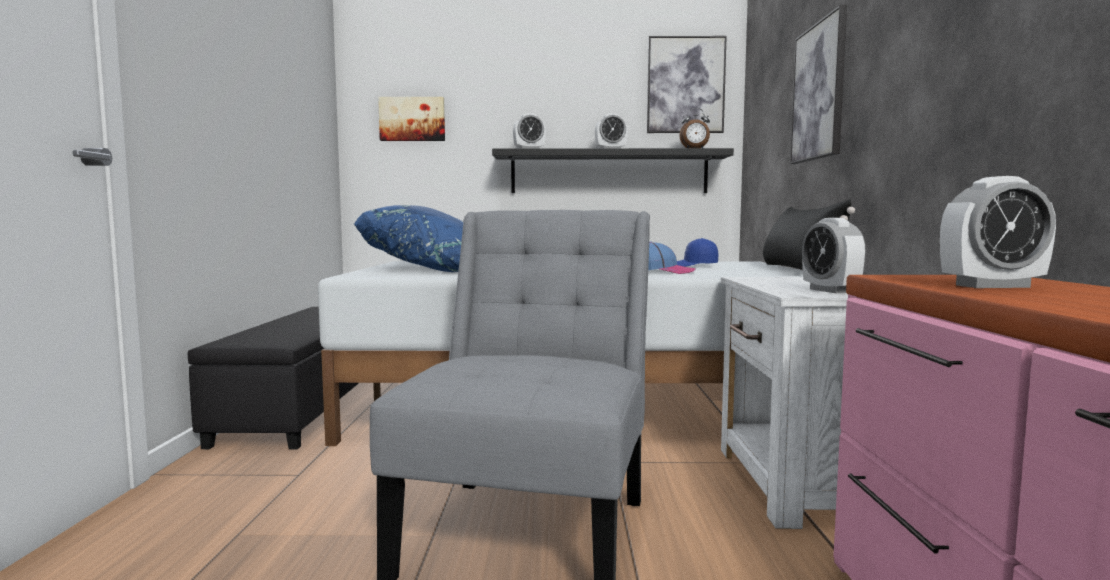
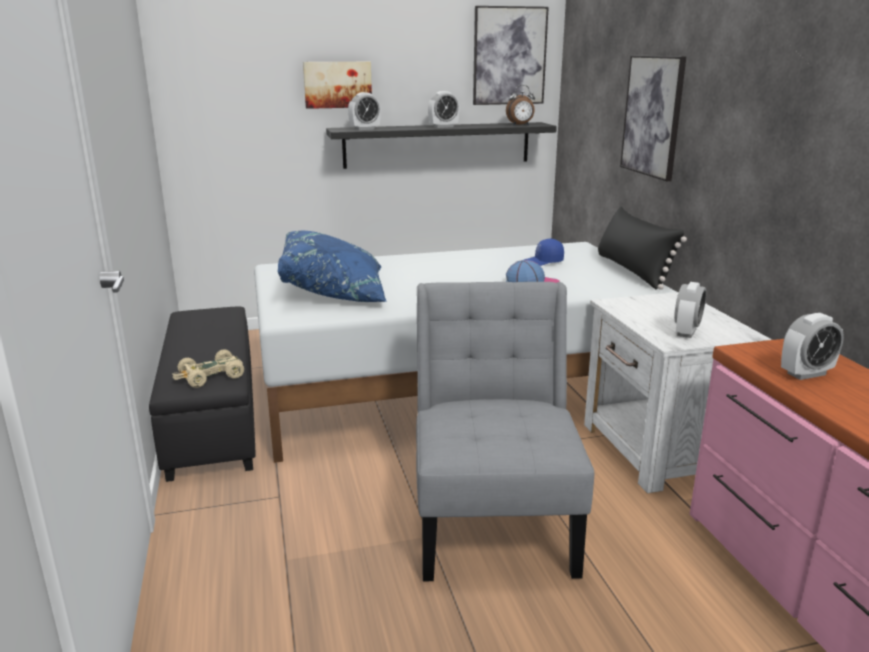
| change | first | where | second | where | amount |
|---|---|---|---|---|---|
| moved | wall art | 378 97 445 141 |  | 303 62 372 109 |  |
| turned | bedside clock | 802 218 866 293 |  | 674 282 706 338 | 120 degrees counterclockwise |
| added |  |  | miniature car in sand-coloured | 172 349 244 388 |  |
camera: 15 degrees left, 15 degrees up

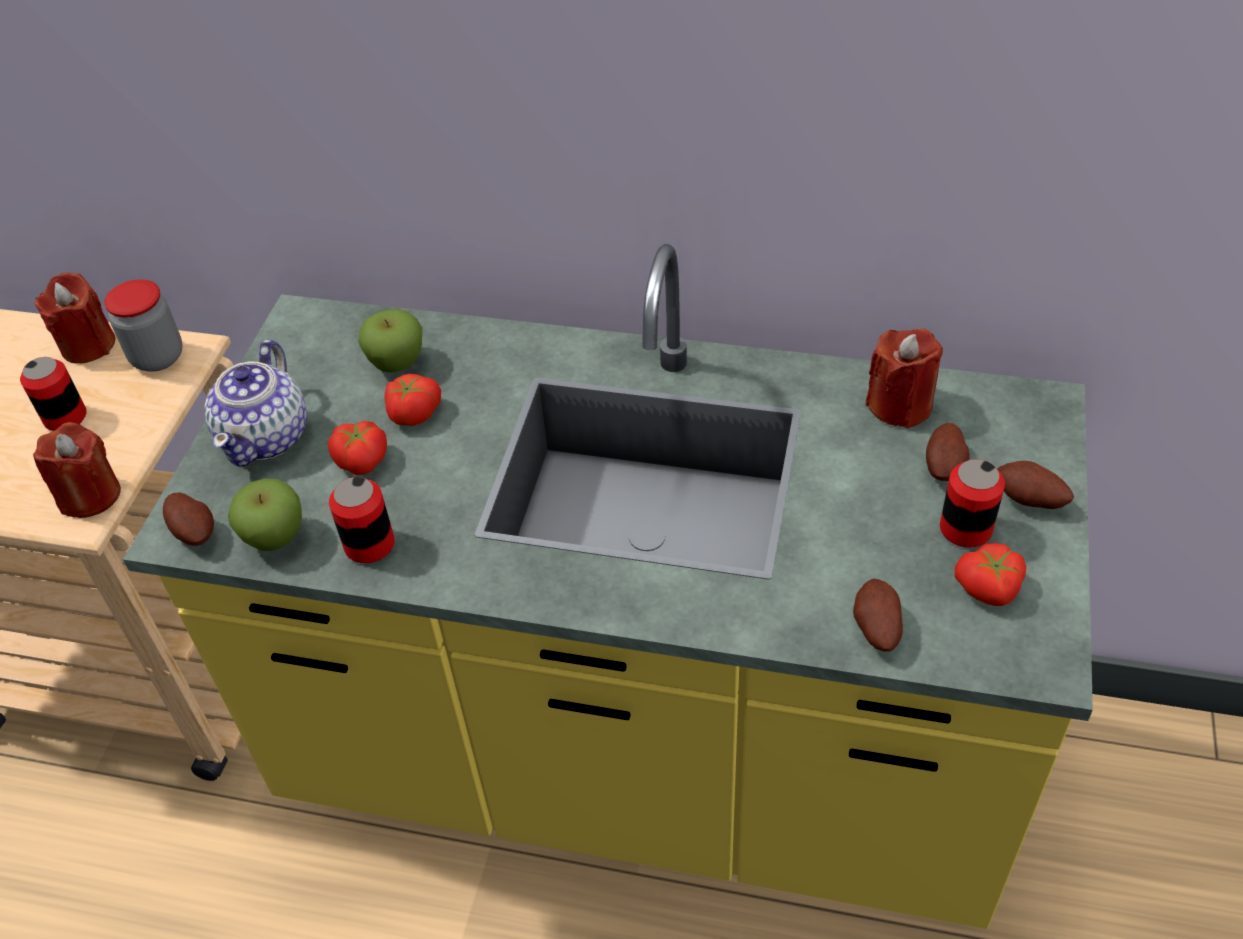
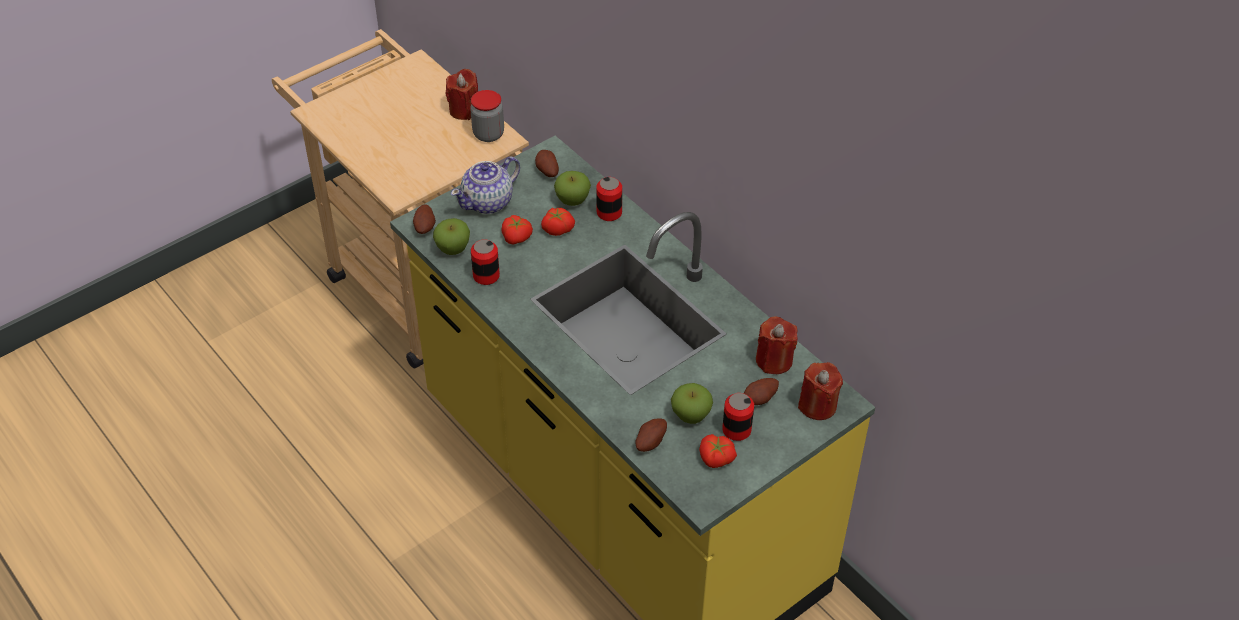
| change | first | where | second | where | amount |
|---|---|---|---|---|---|
| moved | sealed can | 20 357 87 431 |  | 596 177 622 221 |  |
| moved | candle in reddish | 33 422 121 518 |  | 798 362 843 420 |  |
| moved | whole potato | 997 461 1074 509 |  | 535 150 559 177 |  |
| added |  |  | apple | 671 383 713 424 |  |
camera: 35 degrees right, 0 degrees up

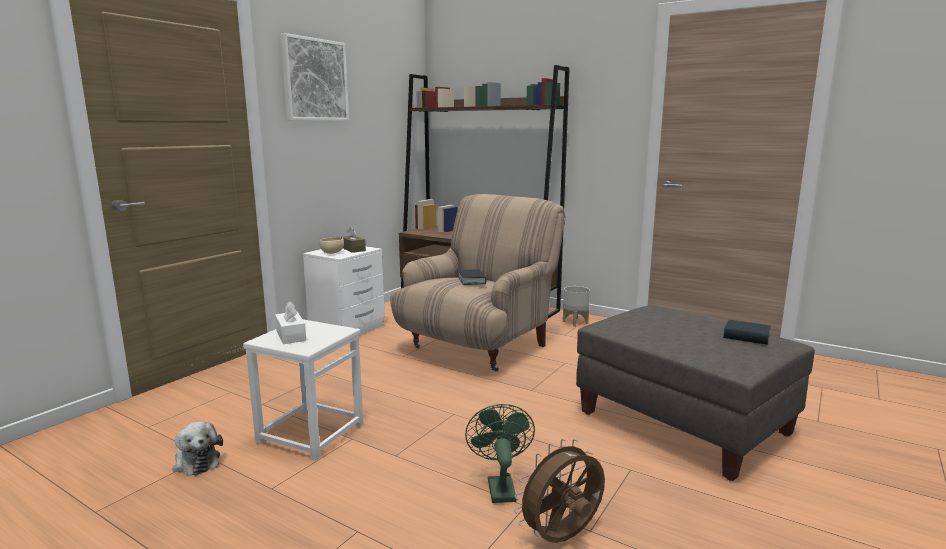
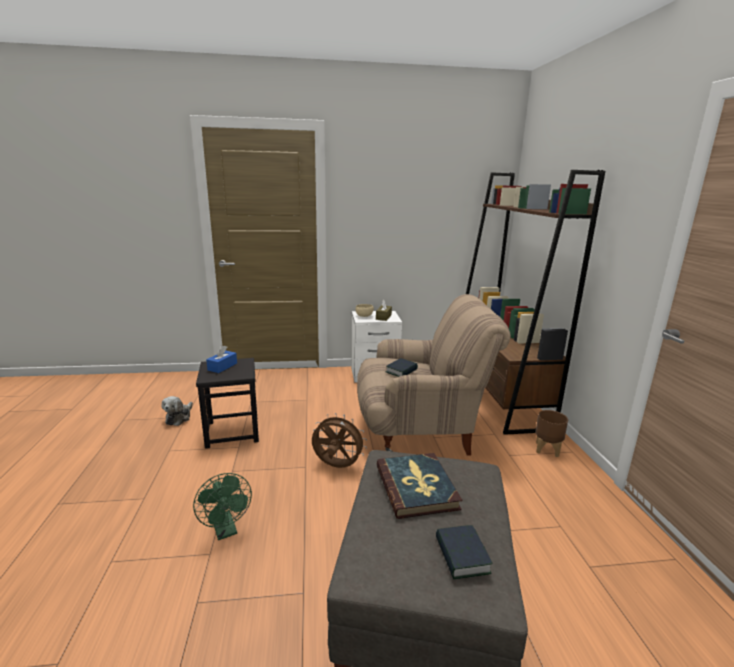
| change | first | where | second | where | amount |
|---|---|---|---|---|---|
| recoloured | stool seat in white-coloured | 243 319 363 461 | stool seat in blackish | 196 358 259 449 |  |
| recoloured | tissue box in white-coloured | 275 302 306 344 | tissue box in blue | 206 345 237 373 |  |
| removed | wall art | 280 33 349 121 |  |  |  |
| turned | cooling fan in green-coloured | 465 404 535 503 |  | 193 473 252 540 | 105 degrees clockwise |
| moved | cooling fan in brown-coloured | 514 439 605 543 |  | 312 413 367 468 |  |
| recoloured | flower pot in greyish | 563 286 590 327 | flower pot in brown-coloured | 535 410 568 457 |  |
| added |  |  | book | 376 453 462 519 |  |
camera: 50 degrees right, 5 degrees up

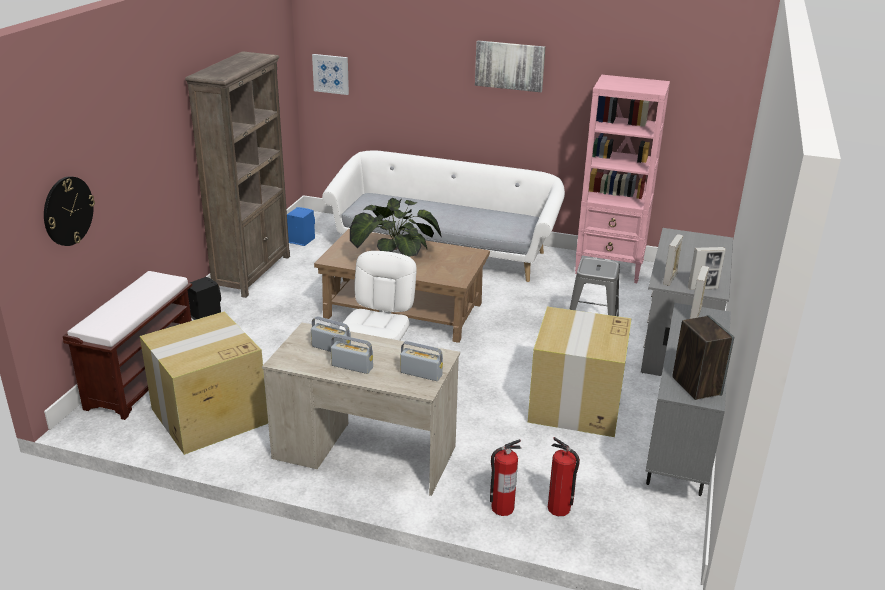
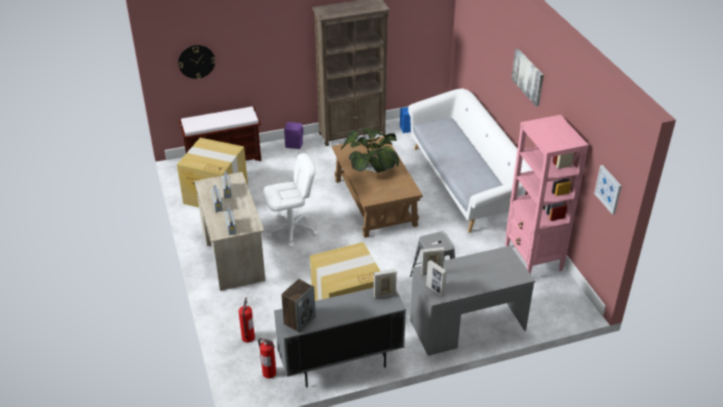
| change | first | where | second | where | amount |
|---|---|---|---|---|---|
| recoloured | audio speaker in blackish | 188 277 221 320 | audio speaker in purple-coloured | 284 122 303 149 |  |
| moved | wall art | 312 54 349 95 |  | 594 165 622 215 |  |
| moved | extinguisher | 490 439 521 516 |  | 258 338 276 379 |  |
camera: 55 degrees right, 10 degrees up

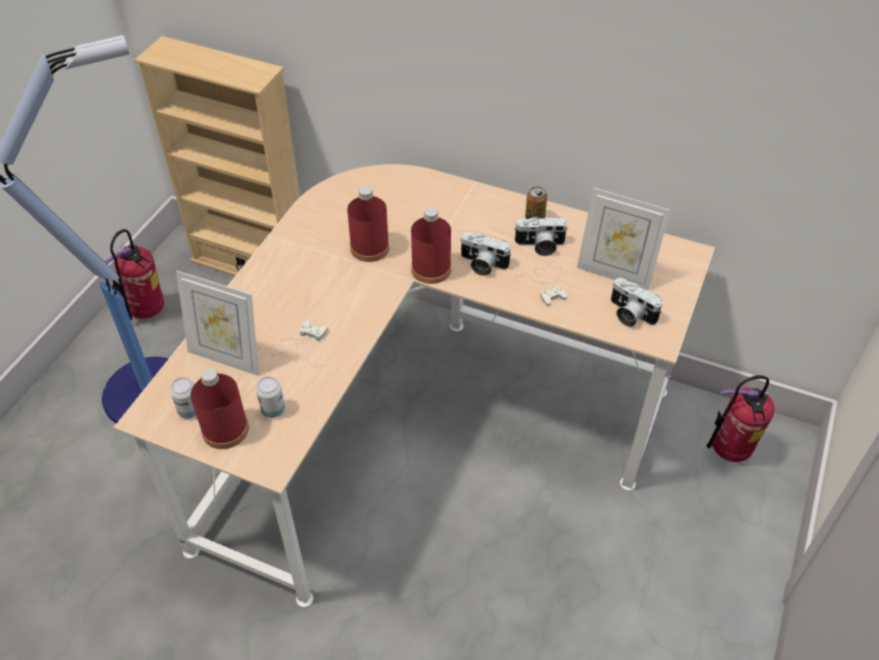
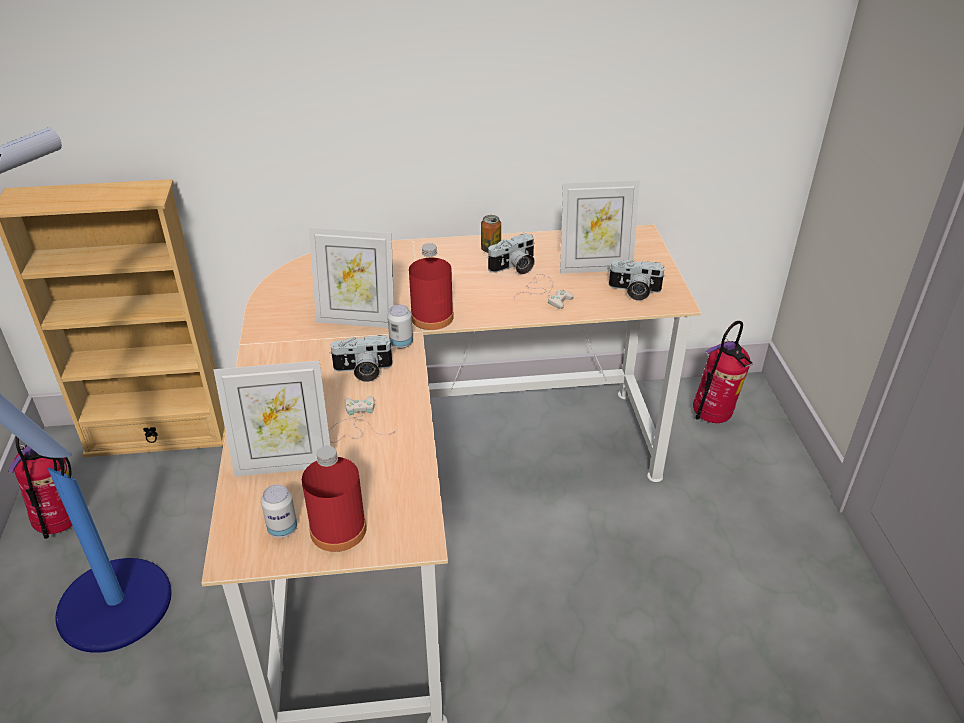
| change | first | where | second | where | amount |
|---|---|---|---|---|---|
| moved | sealed can | 256 377 285 418 |  | 387 305 413 348 |  |
| replaced | drink bottle in reddish | 347 186 389 262 | standing frame | 309 227 394 328 |  |
| moved | photo camera | 460 232 512 276 |  | 329 335 394 382 |  |
camera: 30 degrees left, 10 degrees down

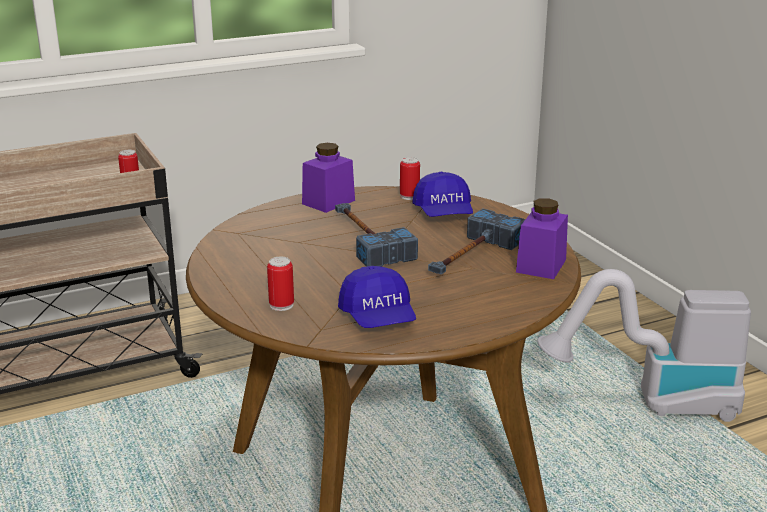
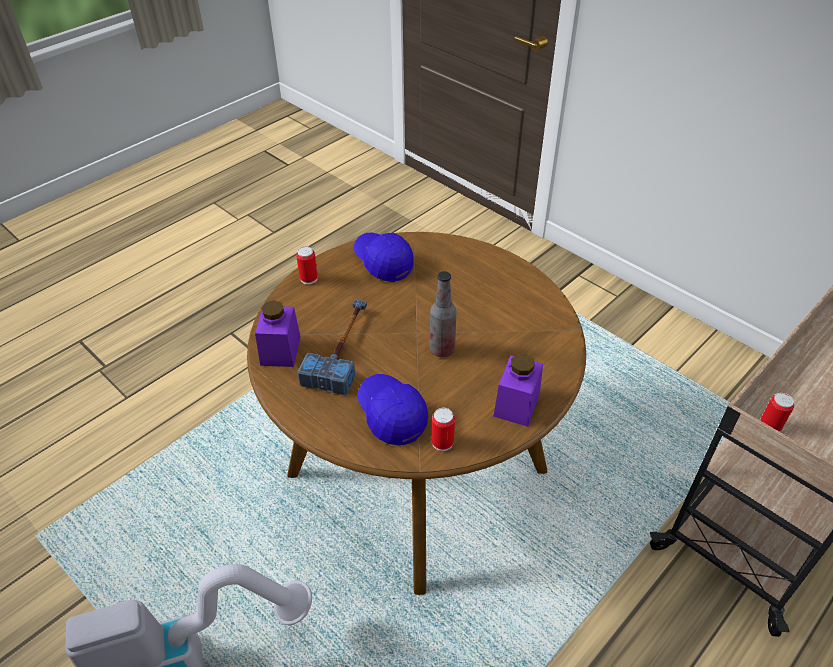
| change | first | where | second | where | amount |
|---|---|---|---|---|---|
| moved | sealed can | 267 257 294 311 |  | 296 246 318 285 |  |
| replaced | hammer | 335 203 418 267 | drink bottle | 430 271 456 357 |  |
camera: 160 degrees right, 20 degrees up

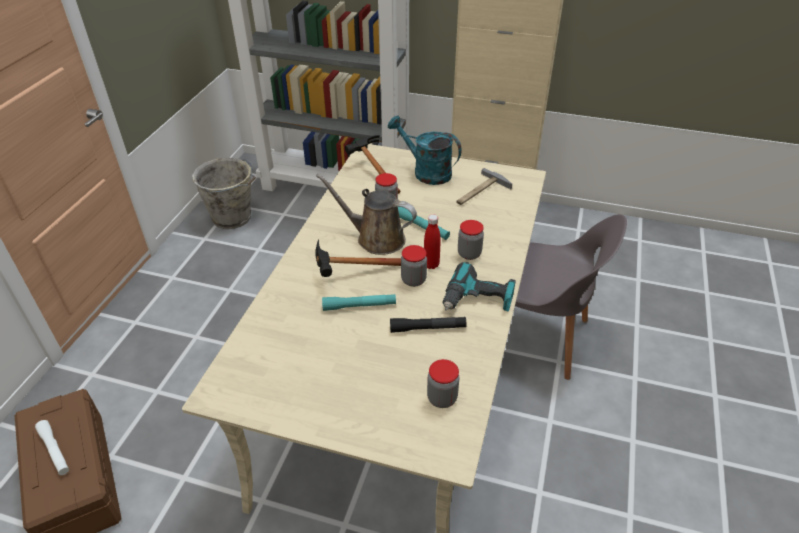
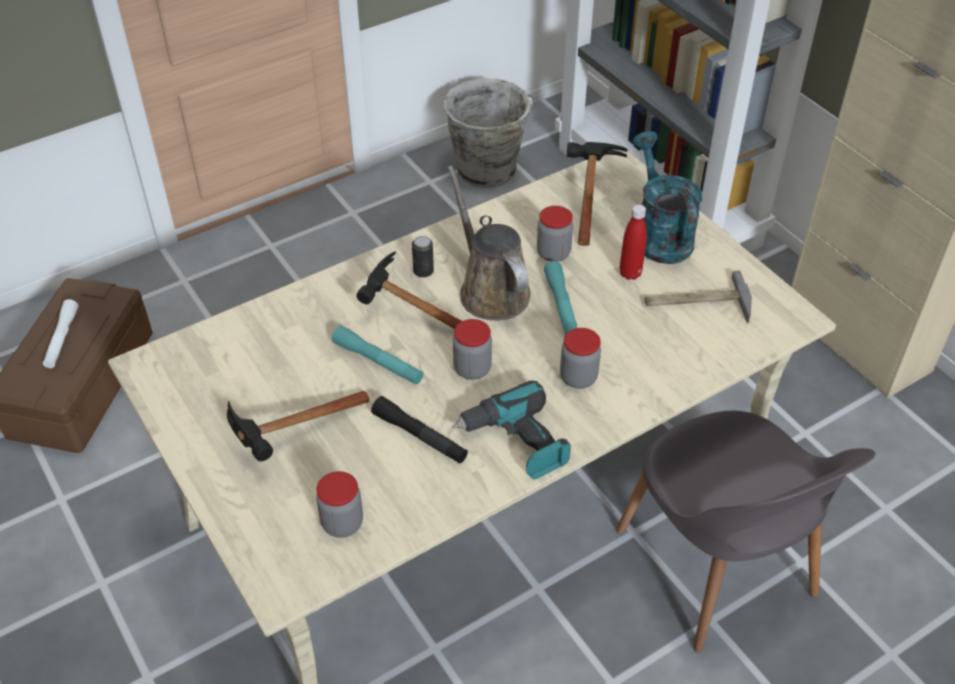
| change | first | where | second | where | amount |
|---|---|---|---|---|---|
| moved | drink bottle in reddish | 424 214 441 269 |  | 620 204 647 280 |  |
| added |  |  | hammer | 227 391 369 461 |  |
| added |  |  | sealed can | 412 236 434 278 |  |
camera: 40 degrees right, 5 degrees up

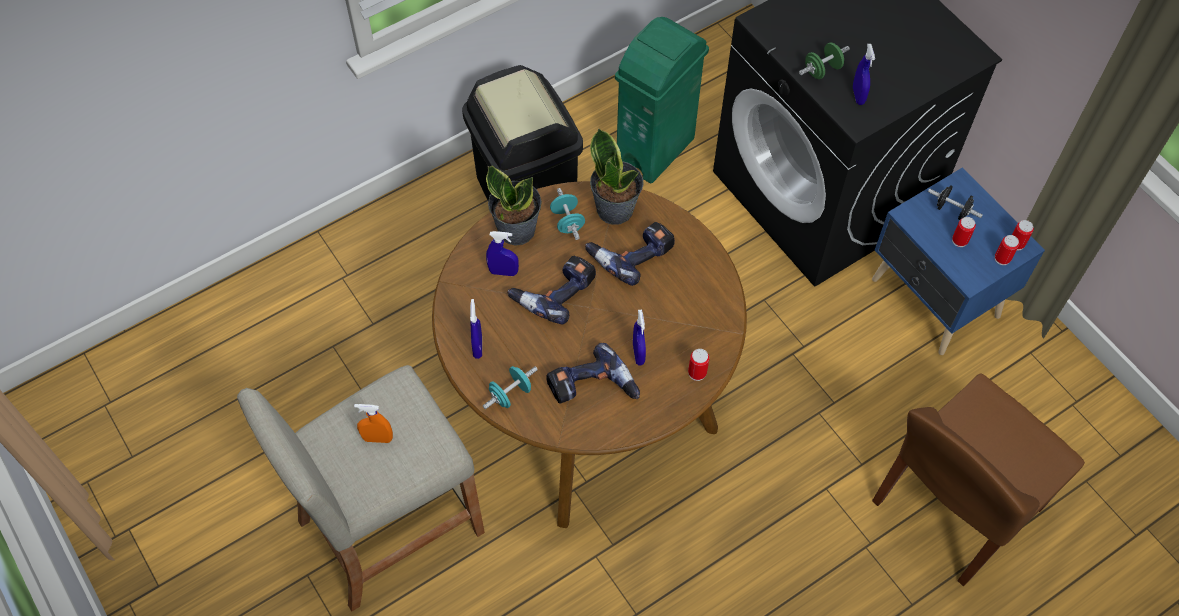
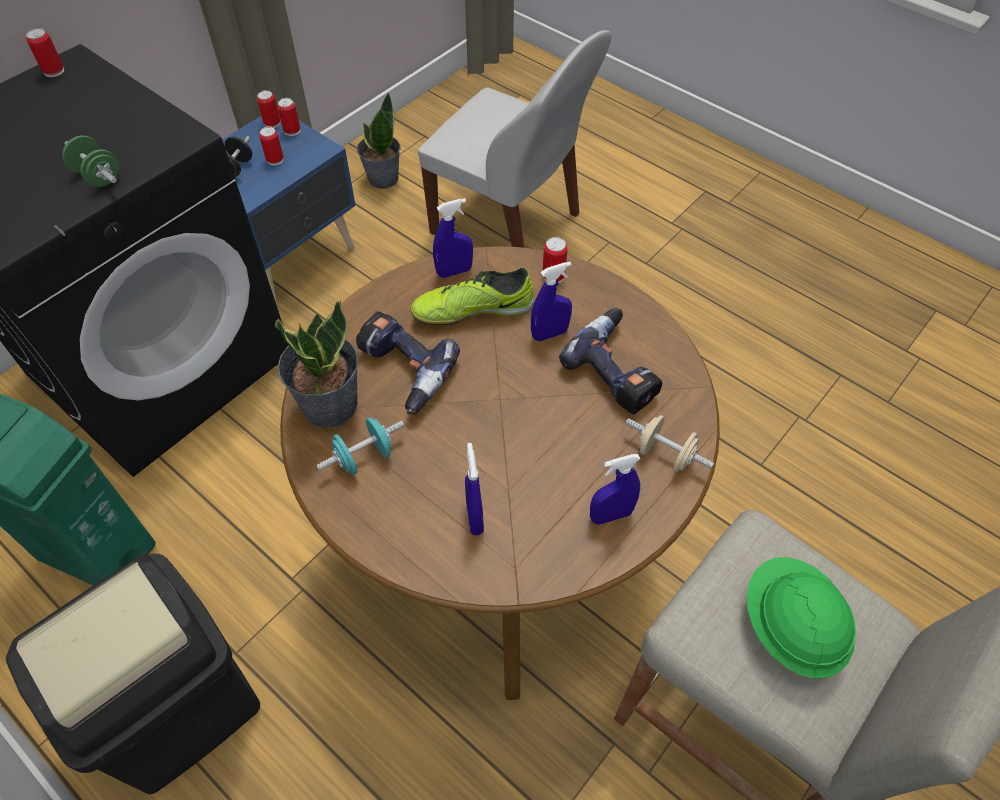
| change | first | where | second | where | amount |
|---|---|---|---|---|---|
| replaced | spray bottle in orange-coloured | 354 404 393 443 | hard hat in green-coloured | 747 557 856 678 |  |
| recoloured | dumbbell in turquoise-coloured | 483 366 538 409 | dumbbell in sand-coloured | 625 415 714 473 |  |
| moved | houseplant | 486 166 542 246 |  | 357 92 401 189 |  |
| removed | electric drill | 507 256 596 324 |  |  |  |
| moved | spray bottle in blue | 853 44 875 105 |  | 433 198 473 278 |  |
| recoloured | upright chair in brown-coloured | 872 373 1085 586 | upright chair in white-coloured | 418 30 612 248 |  |
| added |  |  | sealed can | 26 28 64 77 |  |
| added |  |  | shoe | 411 267 533 326 |  |
camera: 105 degrees left, 5 degrees down

